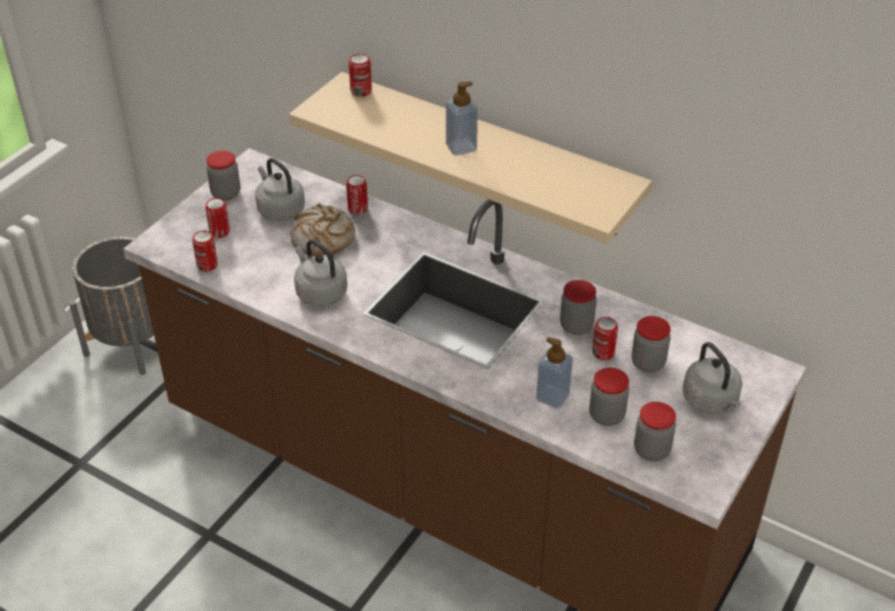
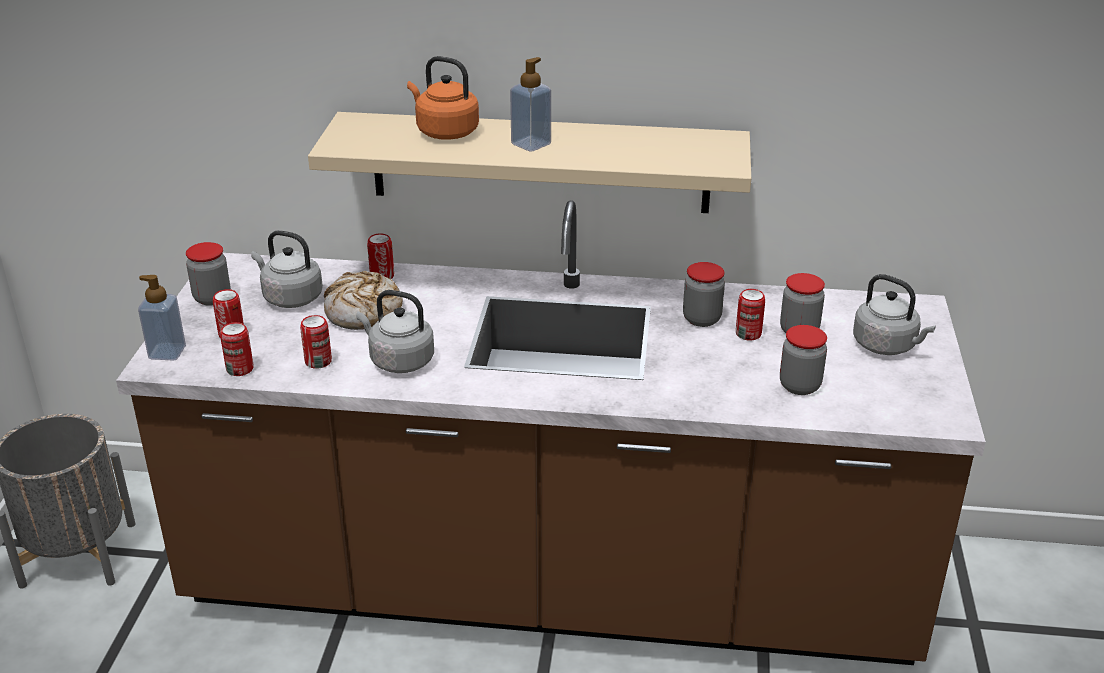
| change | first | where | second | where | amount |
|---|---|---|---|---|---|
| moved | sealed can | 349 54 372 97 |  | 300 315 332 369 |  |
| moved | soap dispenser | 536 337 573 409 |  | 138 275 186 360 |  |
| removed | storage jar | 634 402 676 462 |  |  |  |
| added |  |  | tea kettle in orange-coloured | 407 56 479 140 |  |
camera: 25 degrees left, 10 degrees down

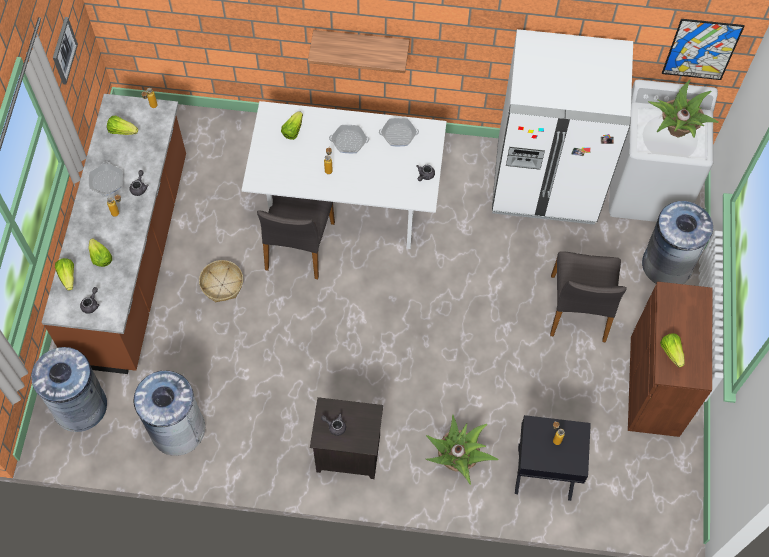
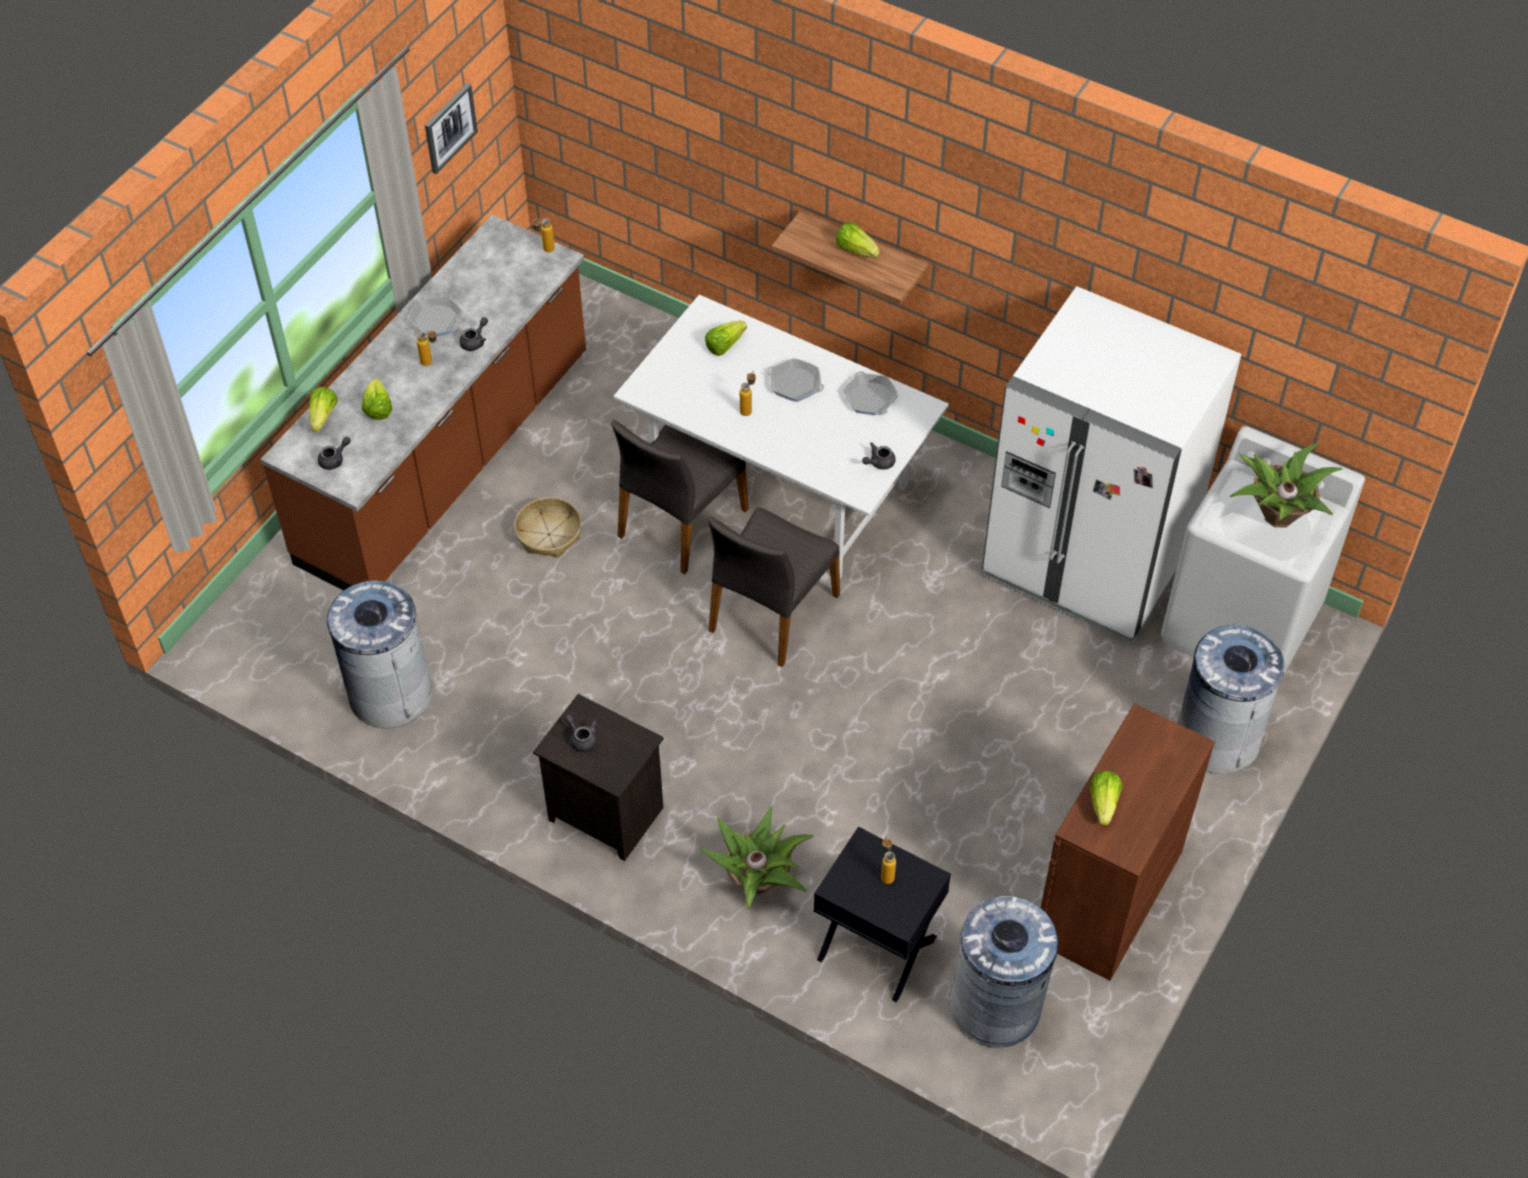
| change | first | where | second | where | amount |
|---|---|---|---|---|---|
| moved | trash can in greyish | 31 347 107 432 |  | 950 896 1058 1048 |  |
| moved | lettuce | 107 116 138 135 |  | 836 222 880 258 |  |
| turned | frying pan | 379 118 419 146 |  | 843 371 898 415 | 45 degrees clockwise |
| moved | upright chair in greyish | 550 251 627 342 |  | 708 507 840 667 |  |
| removed | wall art | 662 19 745 80 |  |  |  |
camera: 25 degrees right, 10 degrees down

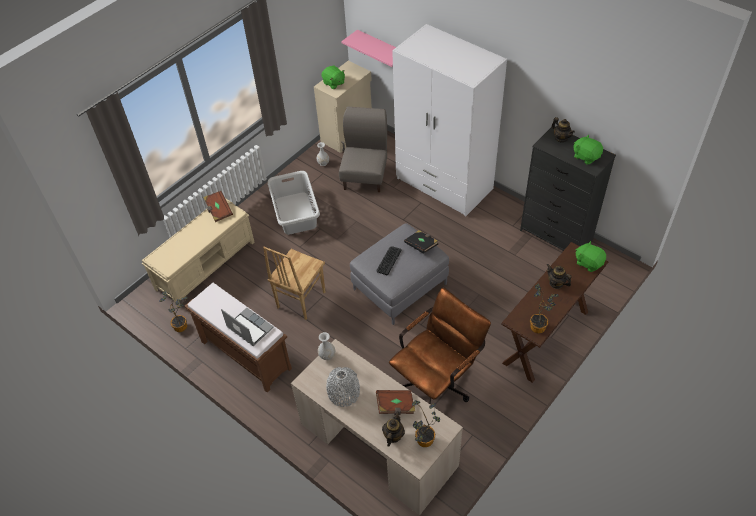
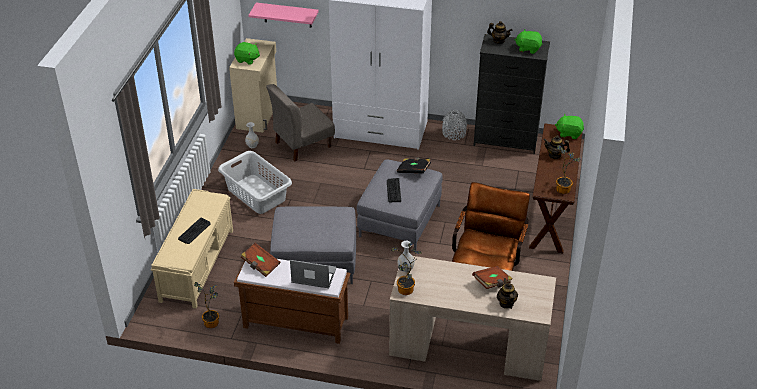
| change | first | where | second | where | amount |
|---|---|---|---|---|---|
| moved | book in brown-coloured | 203 191 233 222 |  | 241 242 280 277 |  |
| replaced | upright chair in brown-coloured | 263 247 325 320 | footrest in greyish | 270 206 356 284 |  |
| moved | flower vase in greyish | 326 367 360 407 |  | 442 110 467 140 |  |
| turned | upright chair in greyish | 339 107 387 192 |  | 266 84 335 162 | 105 degrees counterclockwise |
| moved | houseplant | 412 400 440 447 |  | 391 242 422 295 |  |
| added |  |  | computer keyboard | 178 217 211 244 |  |
camera: 30 degrees left, 10 degrees down

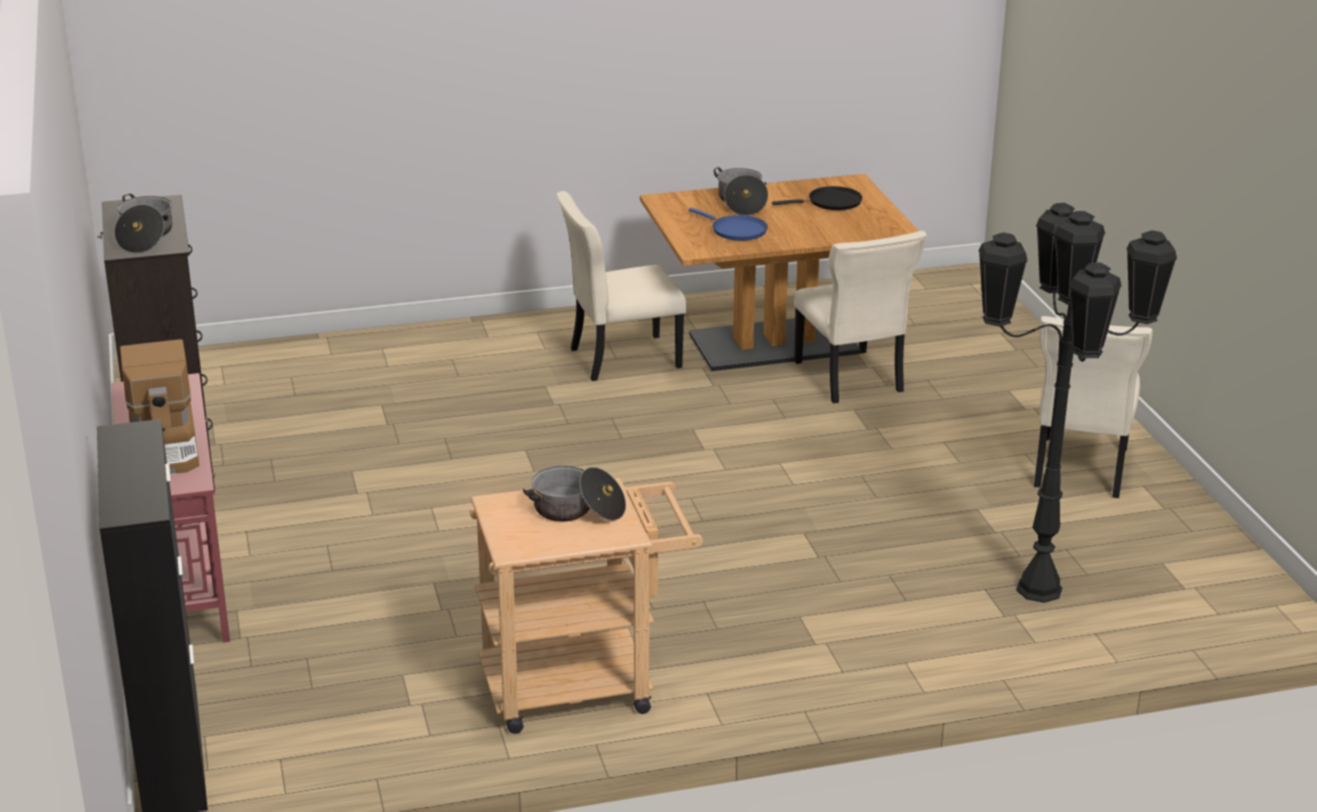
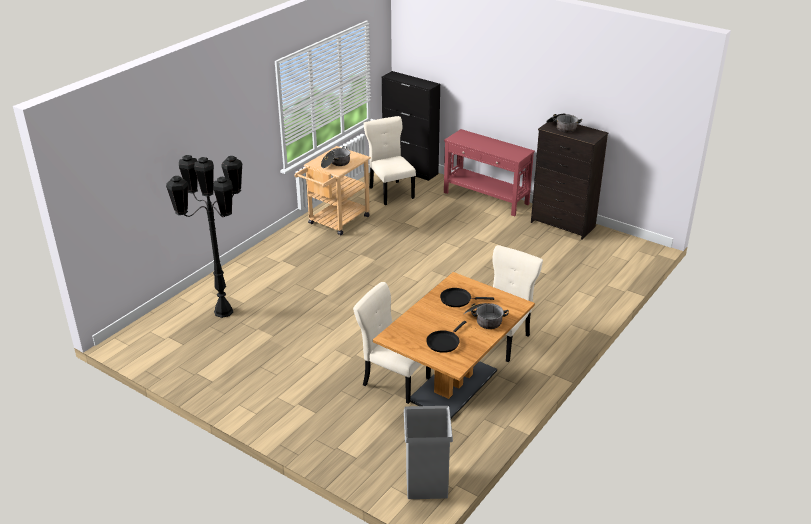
| change | first | where | second | where | amount |
|---|---|---|---|---|---|
| removed | coffee brewer | 120 339 199 474 |  |  |  |
| recoloured | frying pan in blue | 688 208 768 241 | frying pan in blackish | 440 288 494 307 |  |
| moved | upright chair in sand-coloured | 1034 316 1153 498 |  | 364 116 416 205 |  |
| added |  |  | trash can in greyish | 404 406 453 499 |  |
camera: 140 degrees right, 5 degrees up

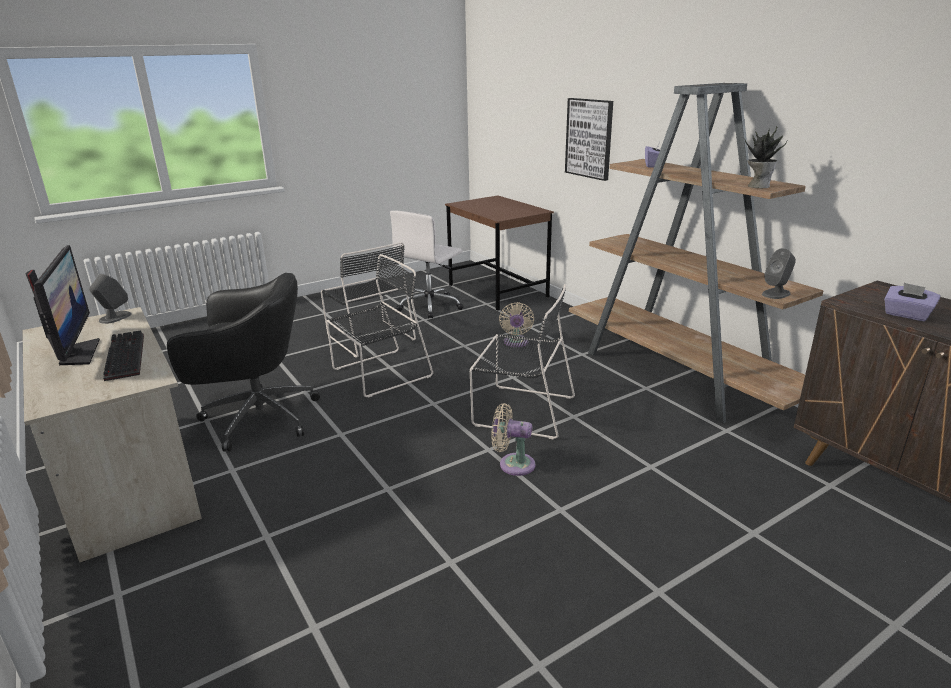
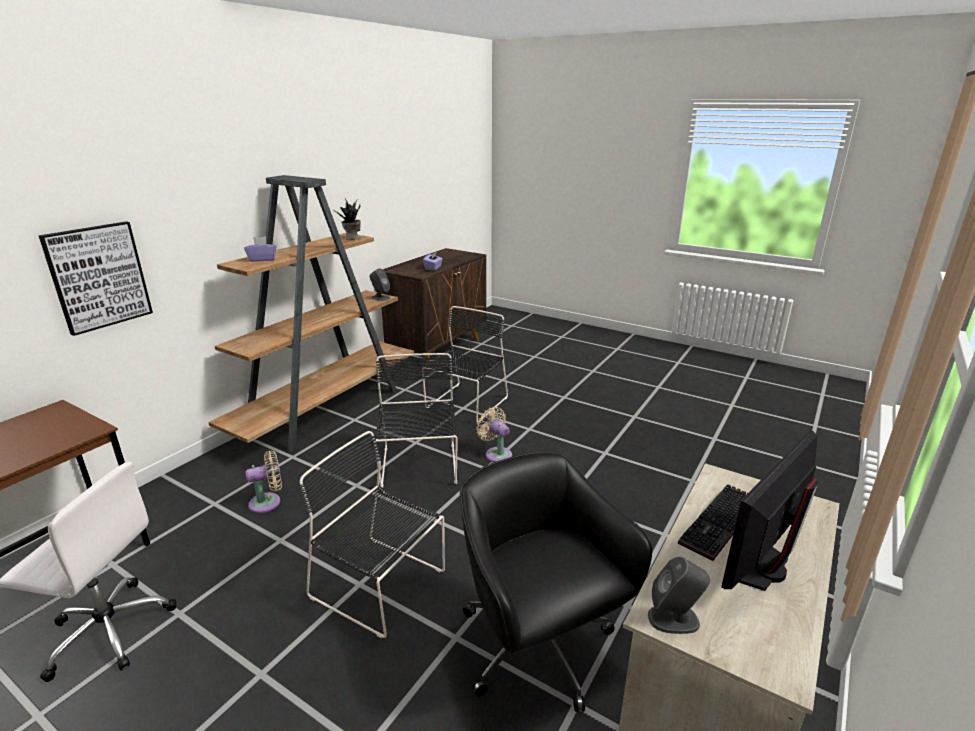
| change | first | where | second | where | amount |
|---|---|---|---|---|---|
| moved | upright chair in blackish | 321 242 416 358 |  | 422 306 508 422 |  |
| turned | cooling fan in sand-coloured | 491 403 535 476 |  | 476 407 512 462 | 150 degrees clockwise |
camera: 115 degrees left, 0 degrees up

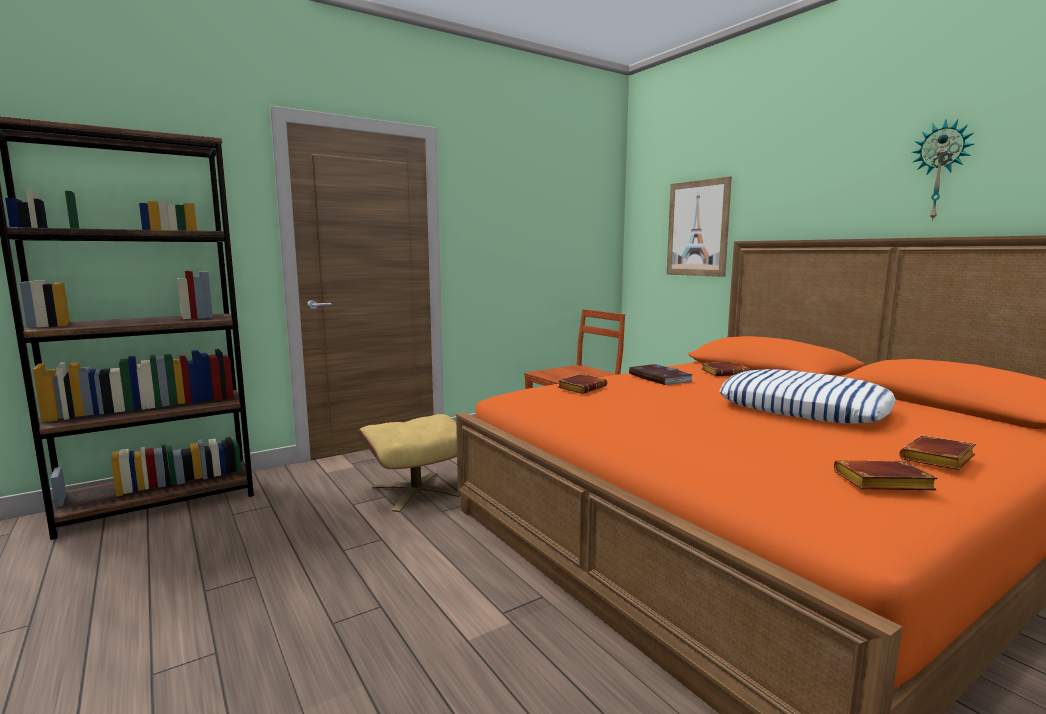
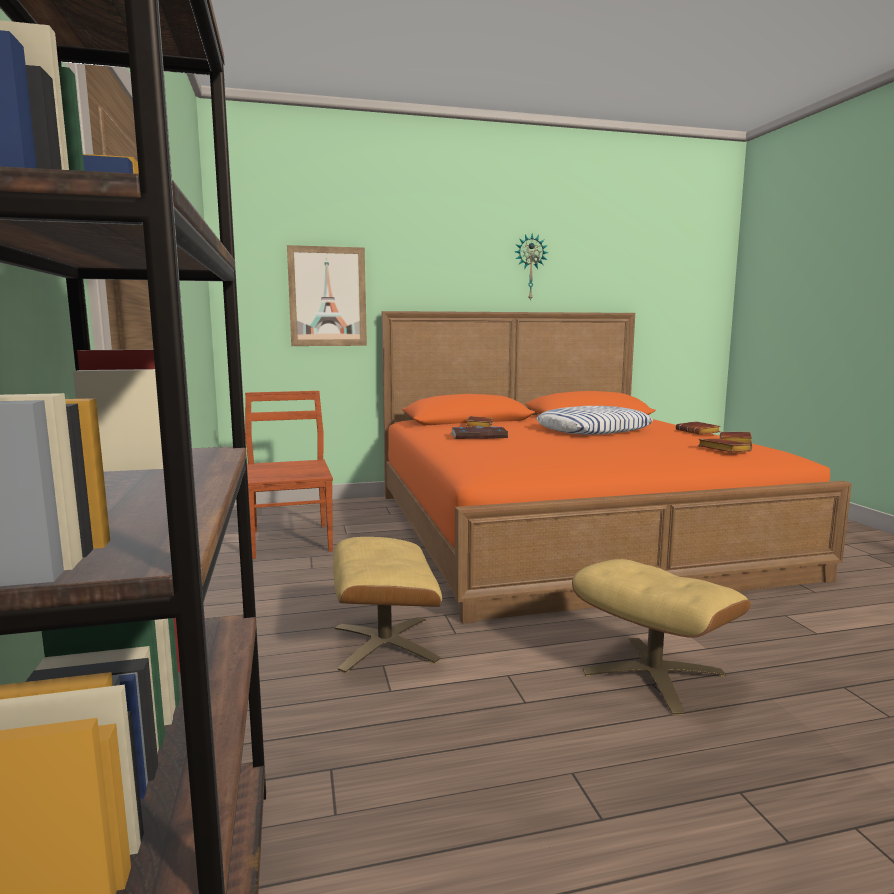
| change | first | where | second | where | amount |
|---|---|---|---|---|---|
| moved | book in brown-coloured | 558 374 607 394 |  | 698 438 752 452 |  |
| added |  |  | footrest in sand-coloured | 572 559 751 715 |  |
camera: 70 degrees left, 0 degrees up

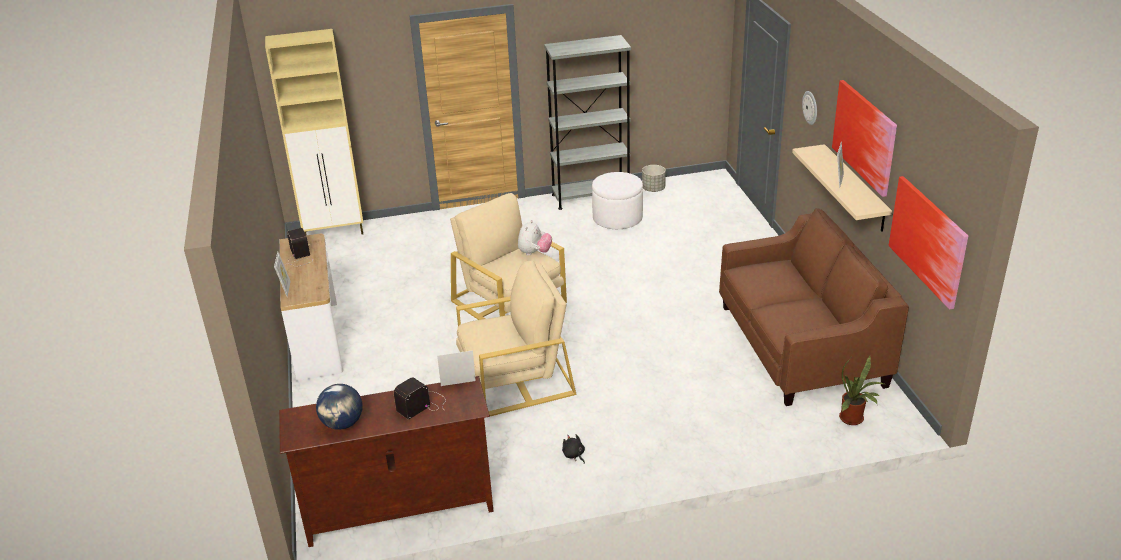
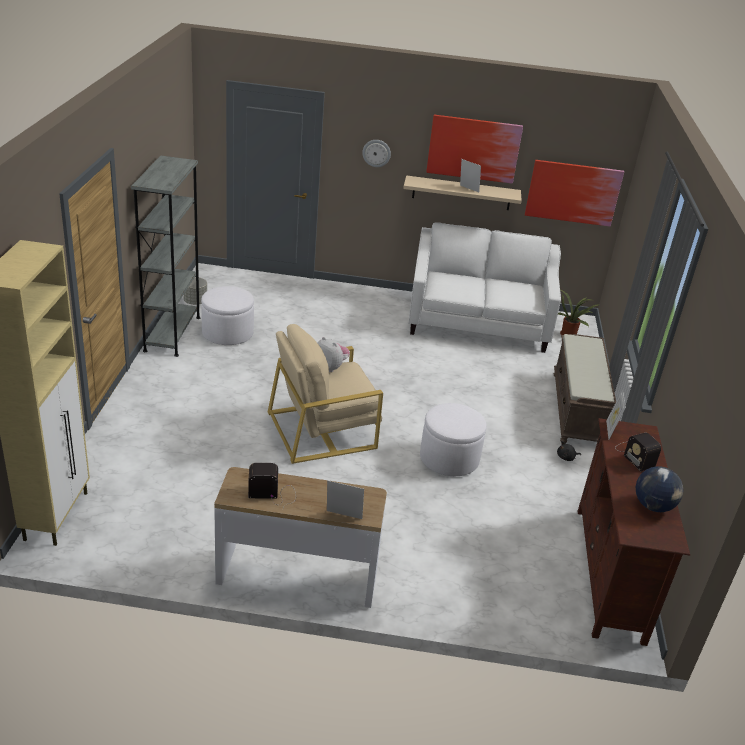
| change | first | where | second | where | amount |
|---|---|---|---|---|---|
| replaced | armchair in sand-coloured | 456 261 577 416 | footrest in white-coloured | 420 403 487 476 |  |
| recoloured | couch in brown-coloured | 719 208 909 406 | couch in white-coloured | 408 222 561 353 |  |
| added |  |  | bench in brown-coloured | 554 334 616 445 |  |
camera: 75 degrees left, 0 degrees up

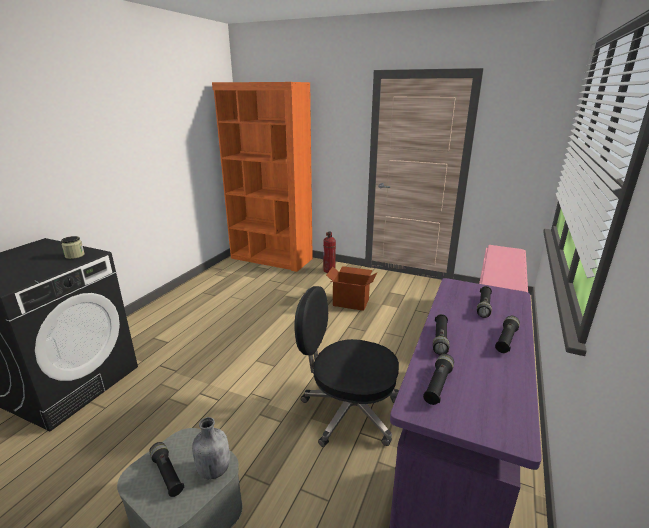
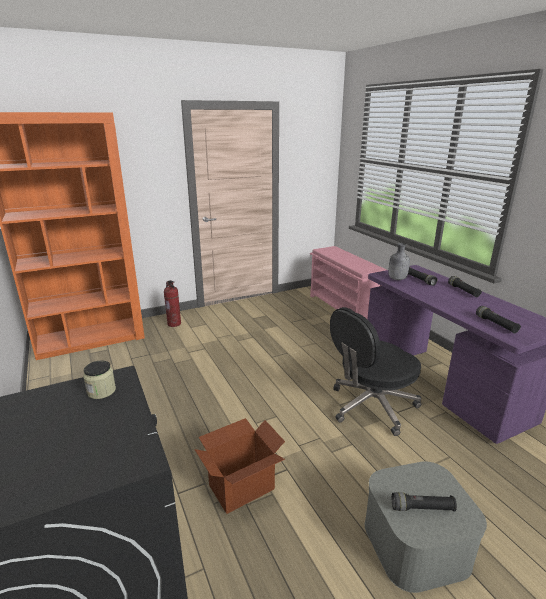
| change | first | where | second | where | amount |
|---|---|---|---|---|---|
| moved | drink bottle in greyish | 192 417 230 479 |  | 388 243 410 280 |  |
| moved | packing box | 326 266 377 311 |  | 194 418 285 514 |  |
| removed | hand torch in blackish | 433 314 449 355 |  |  |  |
camera: 50 degrees left, 0 degrees up

